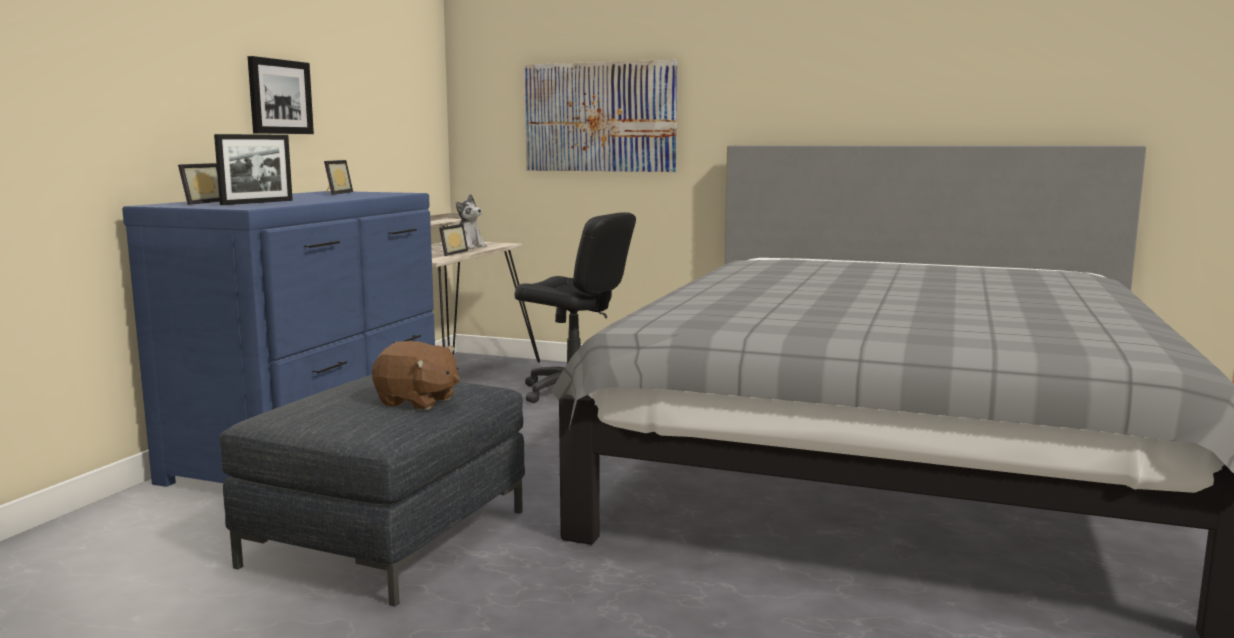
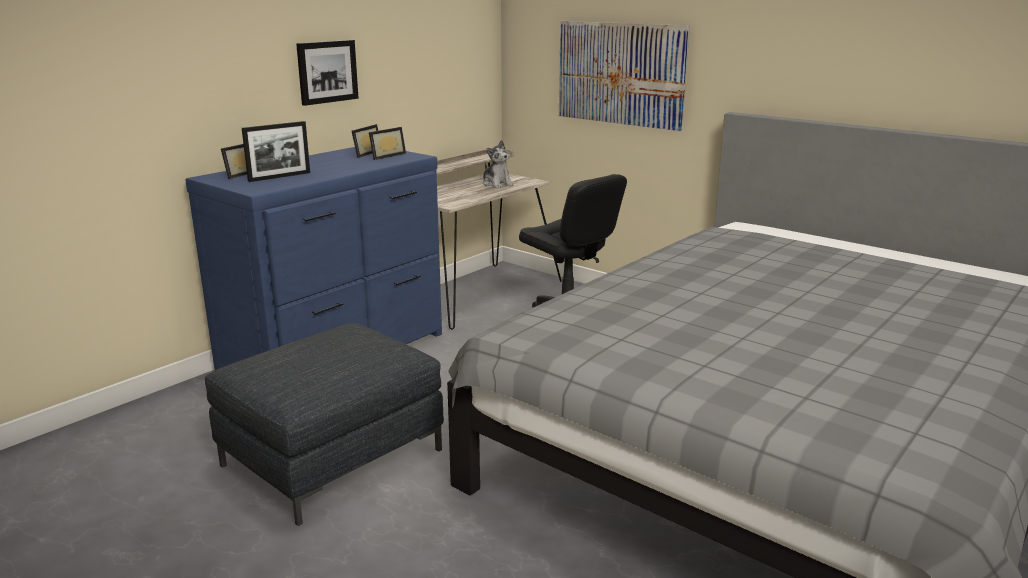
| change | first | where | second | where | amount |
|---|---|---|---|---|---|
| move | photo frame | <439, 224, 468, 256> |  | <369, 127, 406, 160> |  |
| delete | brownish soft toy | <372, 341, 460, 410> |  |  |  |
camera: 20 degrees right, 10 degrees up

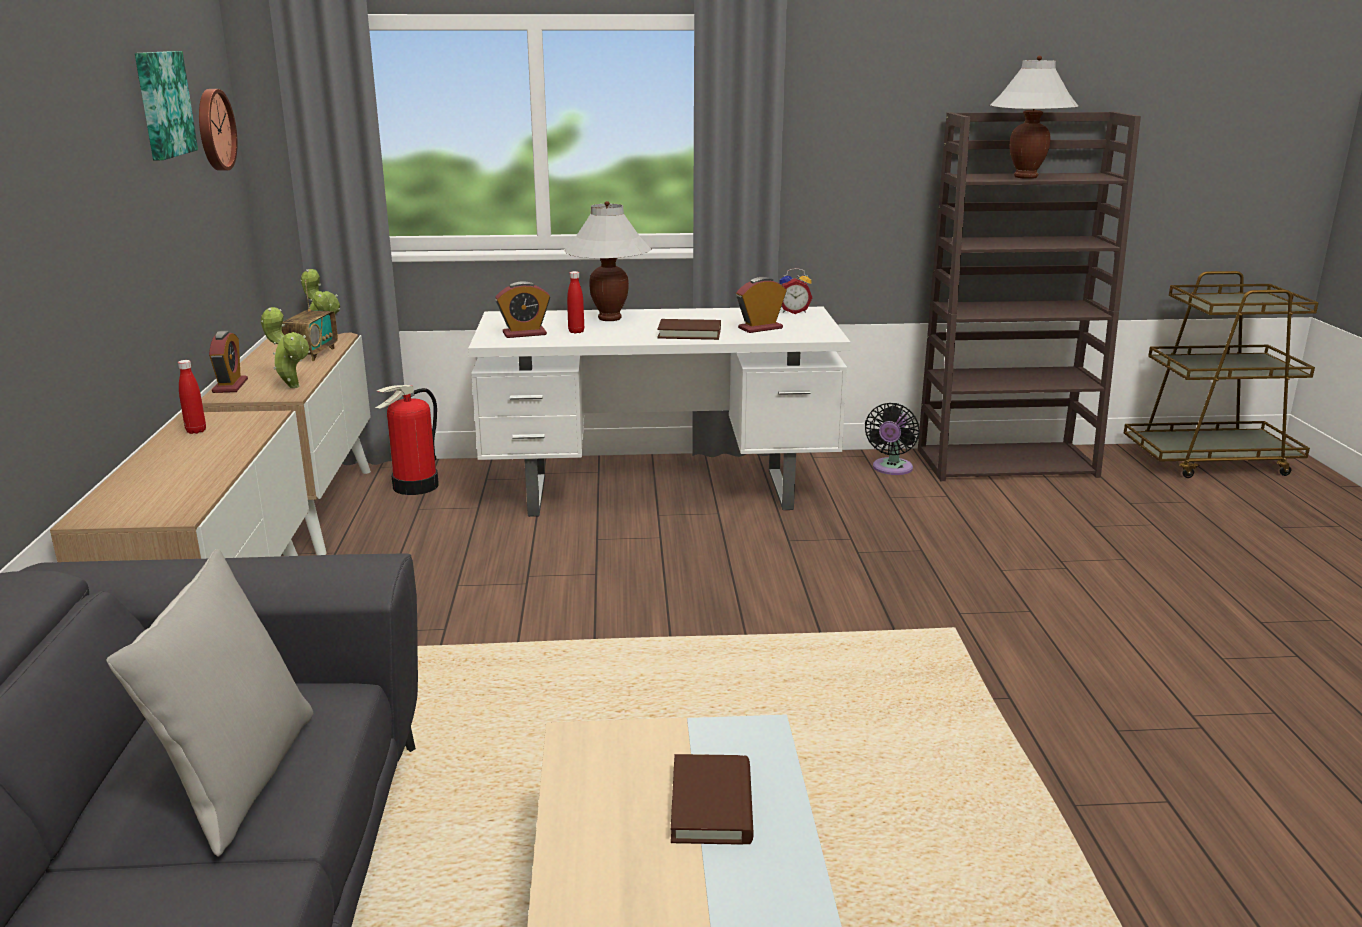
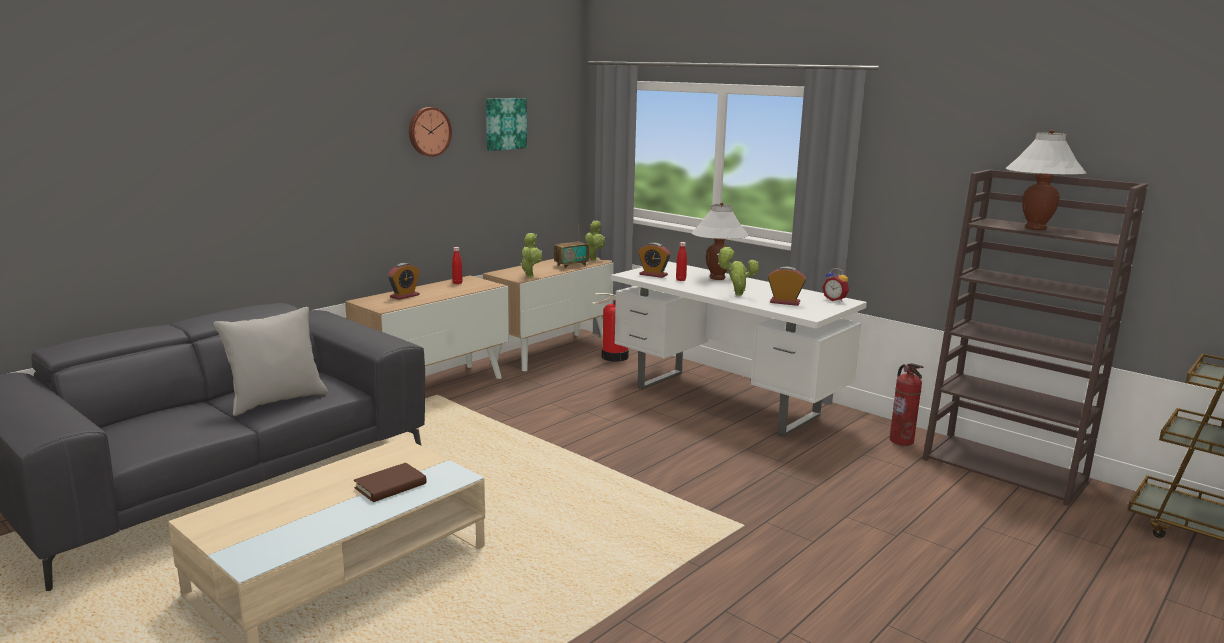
| change | first | where | second | where | amount |
|---|---|---|---|---|---|
| move | table clock | <209, 331, 248, 393> |  | <387, 263, 420, 300> |  |
| move | wall clock | <199, 89, 238, 171> |  | <409, 107, 452, 157> |  |
| replace | brownish book | <657, 319, 721, 340> | houseplant | <717, 247, 759, 296> |  |
| replace | black-coloured fan | <865, 403, 919, 475> | fire-fighting cylinder | <889, 363, 923, 446> |  |
camera: 45 degrees right, 5 degrees down

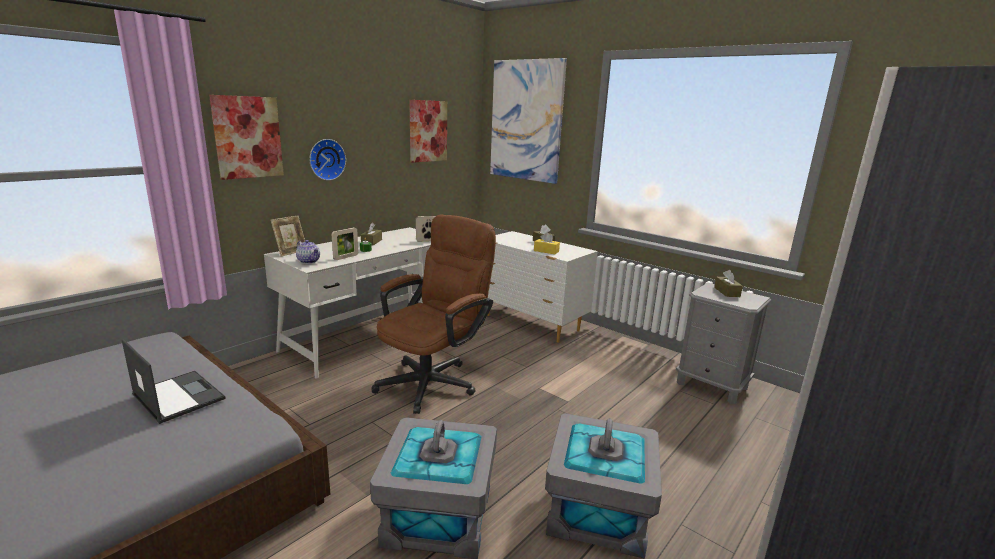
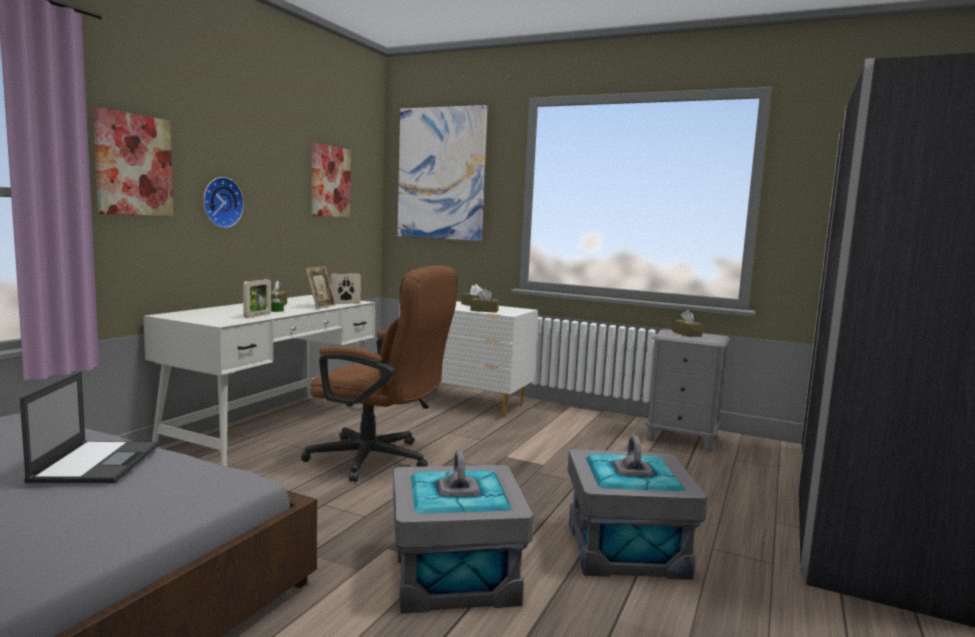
| change | first | where | second | where | amount |
|---|---|---|---|---|---|
| rotate | laptop | <122, 339, 226, 424> |  | <20, 371, 159, 483> | 60 degrees clockwise |
| rotate | brownish computer chair | <372, 215, 496, 414> |  | <301, 265, 457, 482> | 90 degrees clockwise |
| move | photo frame | <270, 216, 305, 257> |  | <305, 267, 336, 309> |  |
| recolor | yellowish box of tissues | <534, 232, 560, 254> | brownish box of tissues | <470, 289, 499, 313> |  |
| delete | teapot | <296, 240, 320, 264> |  |  |  |
camera: 15 degrees left, 10 degrees down

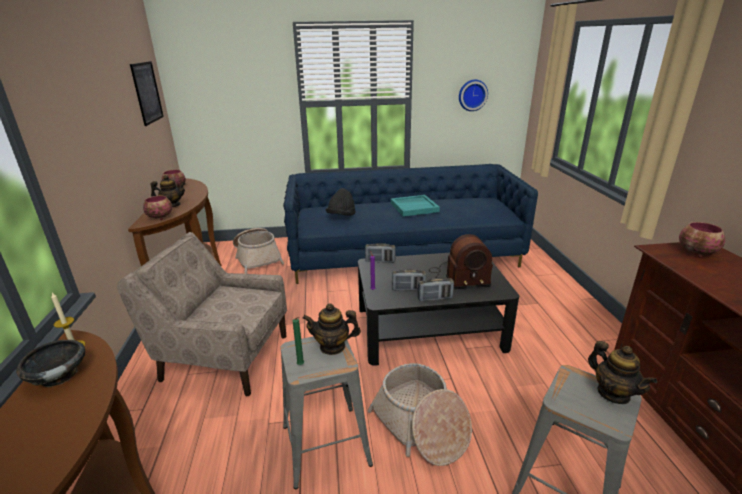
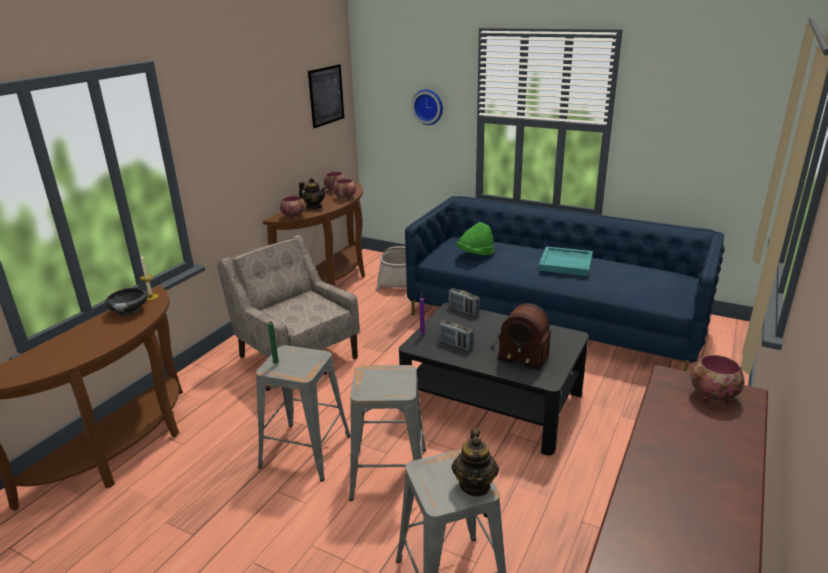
| change | first | where | second | where | amount |
|---|---|---|---|---|---|
| insert |  |  | bowl | <333, 179, 356, 200> |  |
| replace | basket | <368, 363, 472, 466> | gray stool | <349, 365, 426, 501> |  |
| move | wall clock | <459, 80, 488, 111> |  | <412, 89, 443, 125> |  |
| recolor | black-coloured clothing hat | <326, 188, 356, 216> | green-coloured clothing hat | <457, 222, 494, 255> |  |
| delete | teapot | <302, 303, 361, 355> |  |  |  |
| delete | radio | <418, 278, 454, 301> |  |  |  |
camera: 35 degrees right, 0 degrees up

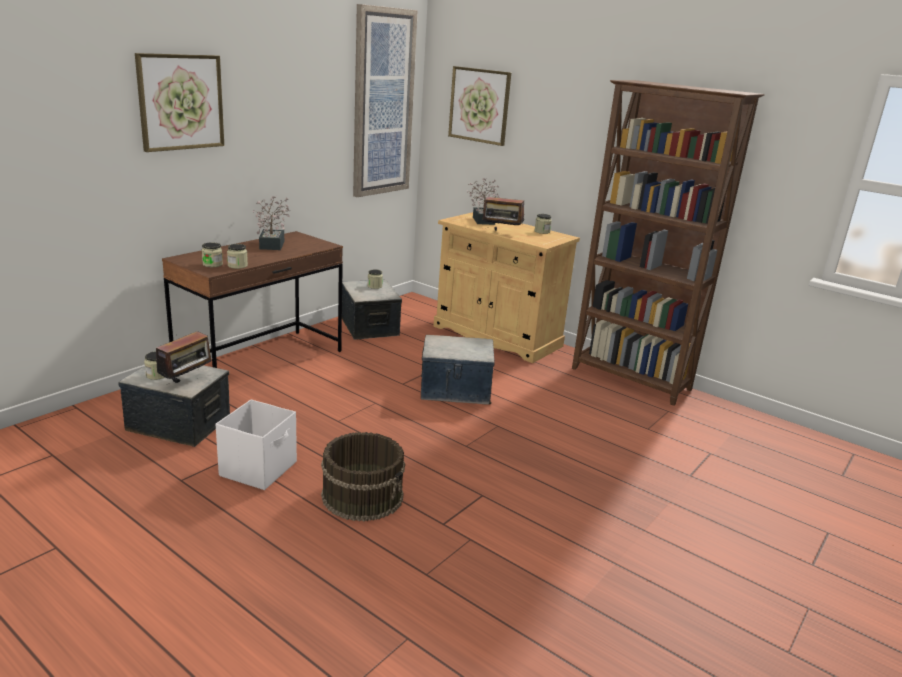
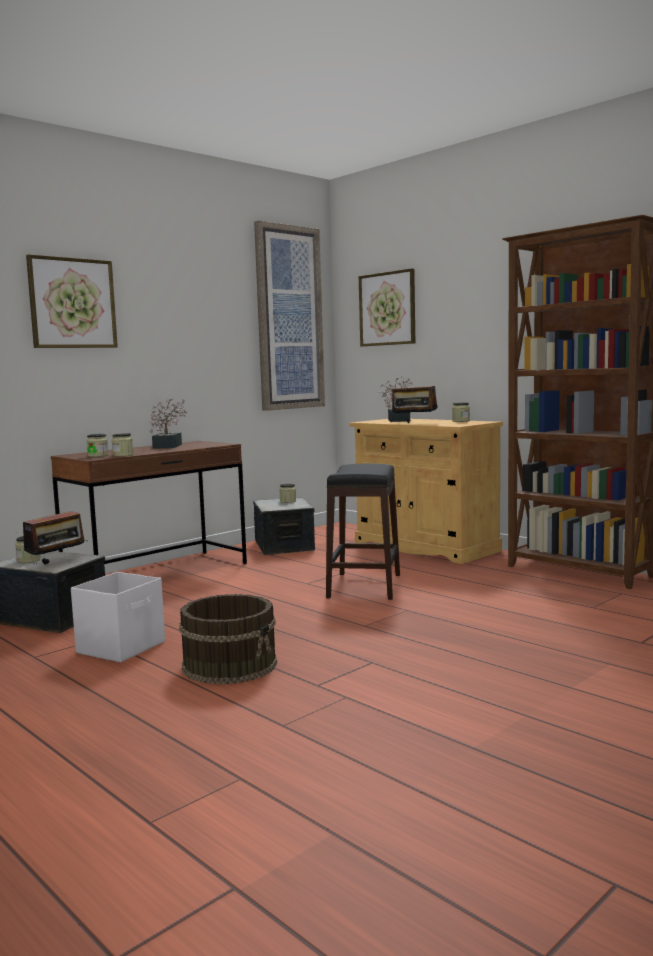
| change | first | where | second | where | amount |
|---|---|---|---|---|---|
| replace | storage bin | <421, 335, 494, 405> | black-coloured stool | <326, 464, 400, 600> |  |
camera: 10 degrees right, 15 degrees down

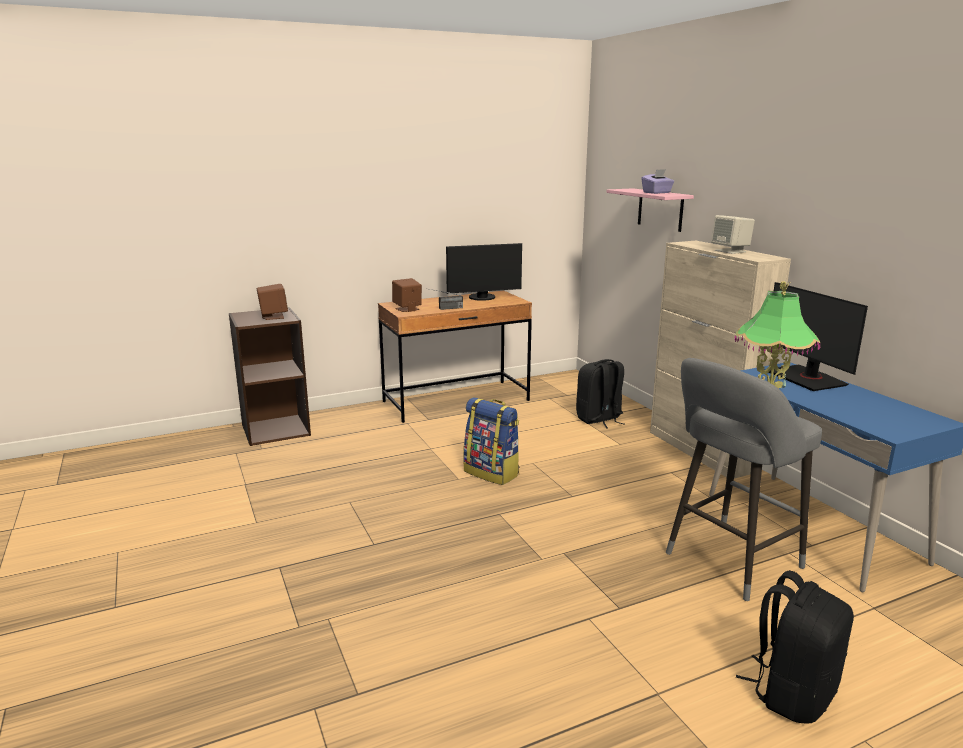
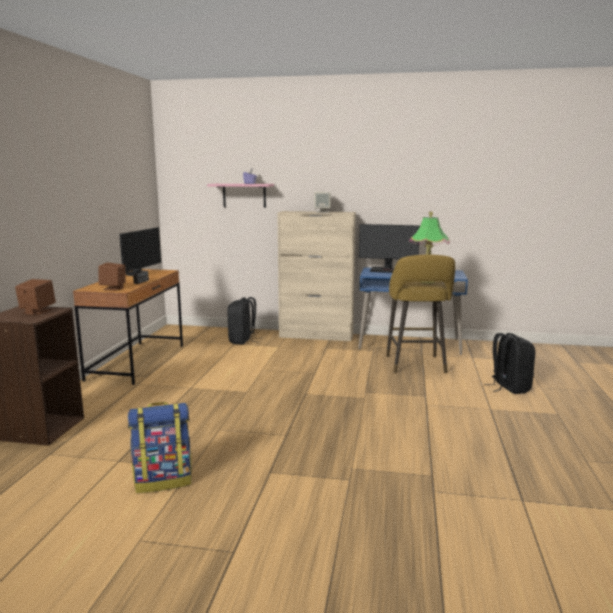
| change | first | where | second | where | amount |
|---|---|---|---|---|---|
| move | backpack | <463, 397, 519, 485> |  | <128, 402, 192, 493> |  |
| recolor | gray stool | <666, 358, 822, 601> | yellowish stool | <386, 254, 455, 373> |  |
camera: 55 degrees left, 5 degrees down

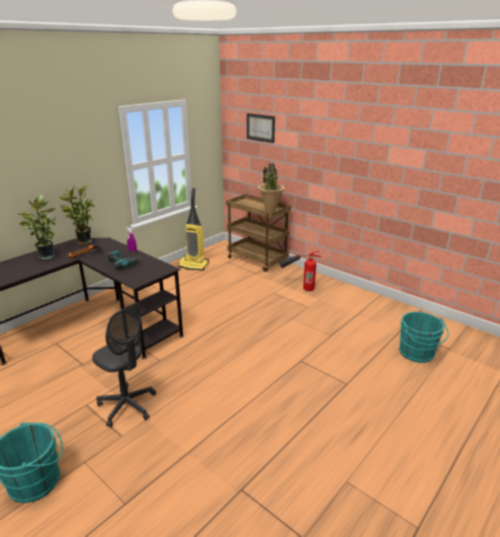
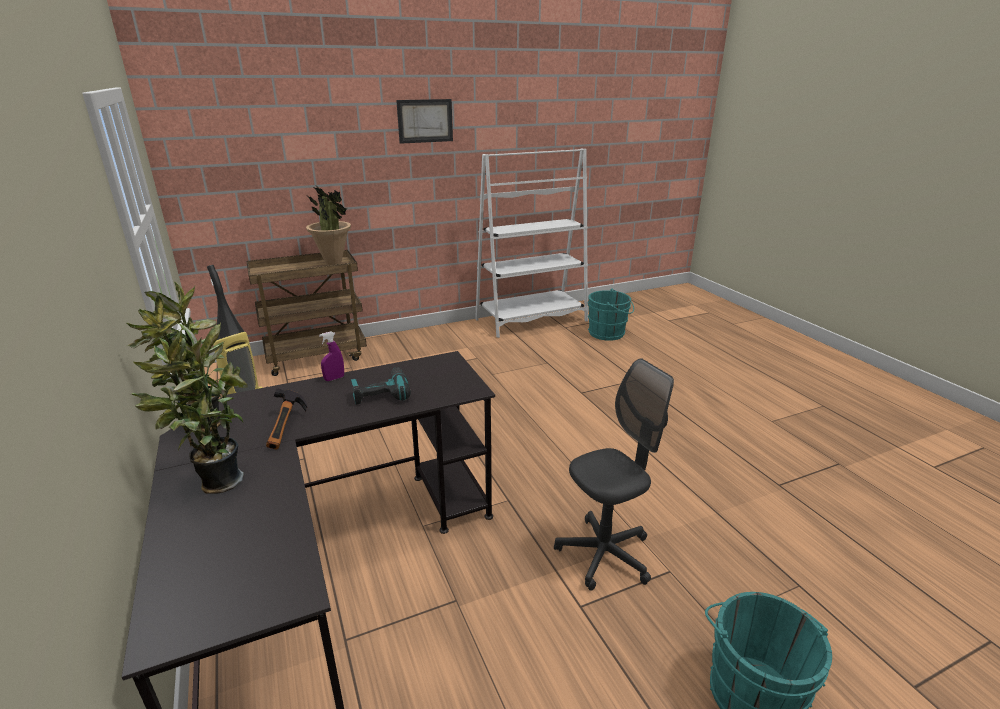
| change | first | where | second | where | amount |
|---|---|---|---|---|---|
| move | wall picture | <247, 113, 275, 143> |  | <396, 99, 453, 144> |  |
| insert |  |  | whitish shelving unit | <475, 149, 588, 338> |  |
| delete | fire-fighting cylinder | <279, 251, 321, 291> |  |  |  |
camera: 65 degrees left, 0 degrees up

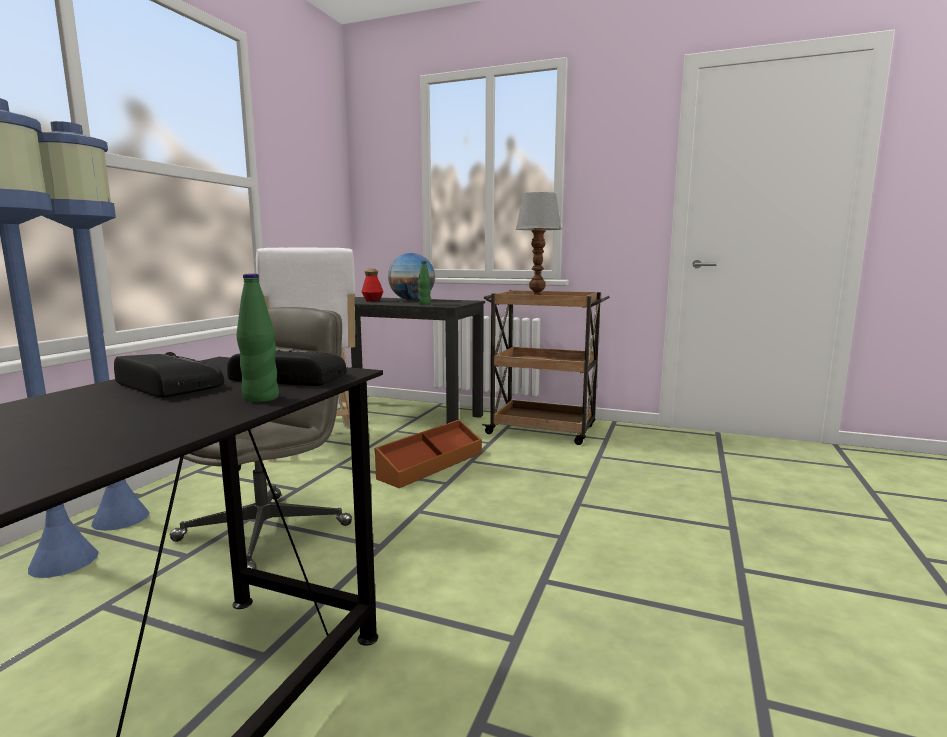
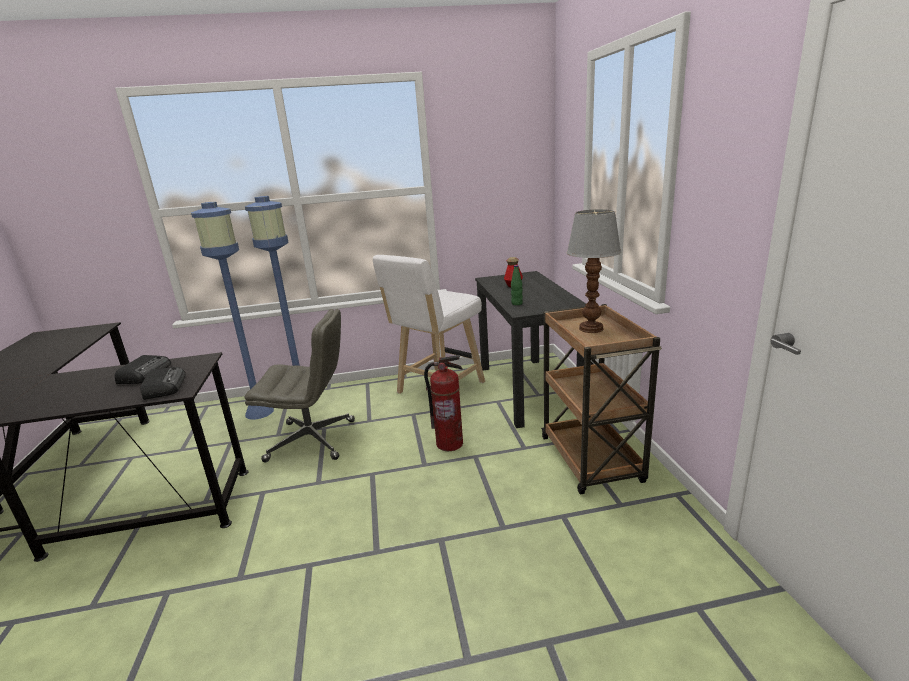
| change | first | where | second | where | amount |
|---|---|---|---|---|---|
| replace | brownish storage bin | <375, 420, 482, 488> | fire-fighting cylinder | <424, 355, 463, 451> |  |
| delete | green-coloured drink bottle | <237, 274, 279, 402> |  |  |  |
| delete | globe | <388, 253, 435, 300> |  |  |  |
camera: 60 degrees right, 10 degrees up

